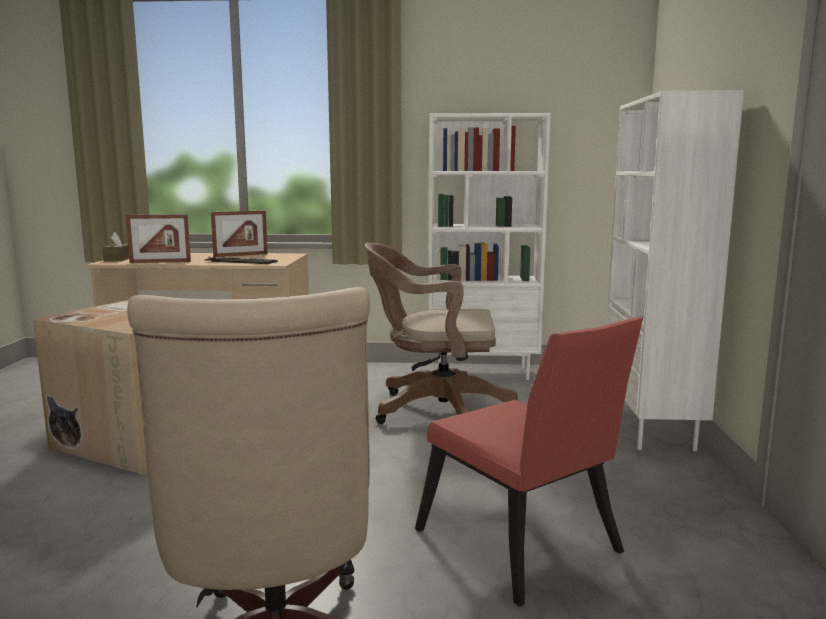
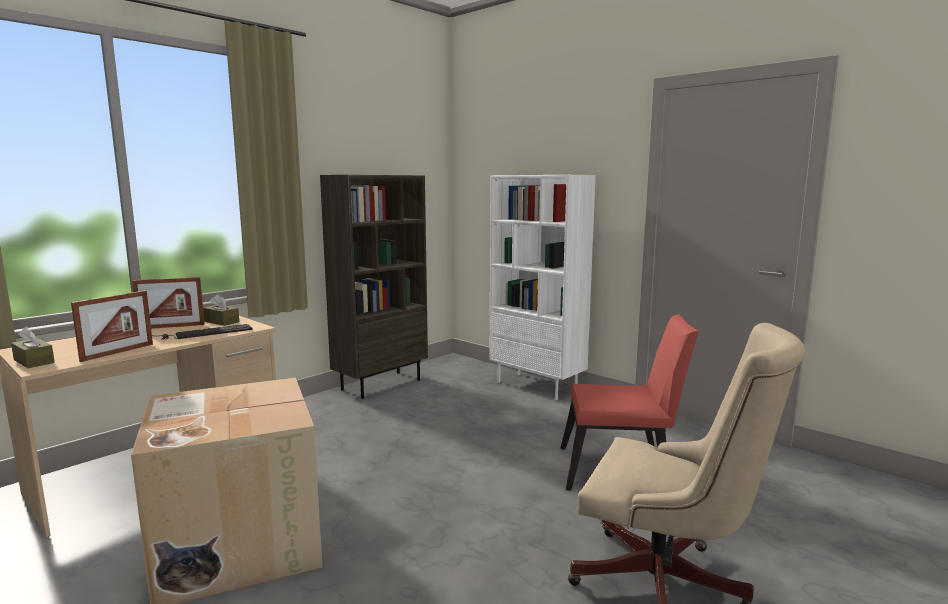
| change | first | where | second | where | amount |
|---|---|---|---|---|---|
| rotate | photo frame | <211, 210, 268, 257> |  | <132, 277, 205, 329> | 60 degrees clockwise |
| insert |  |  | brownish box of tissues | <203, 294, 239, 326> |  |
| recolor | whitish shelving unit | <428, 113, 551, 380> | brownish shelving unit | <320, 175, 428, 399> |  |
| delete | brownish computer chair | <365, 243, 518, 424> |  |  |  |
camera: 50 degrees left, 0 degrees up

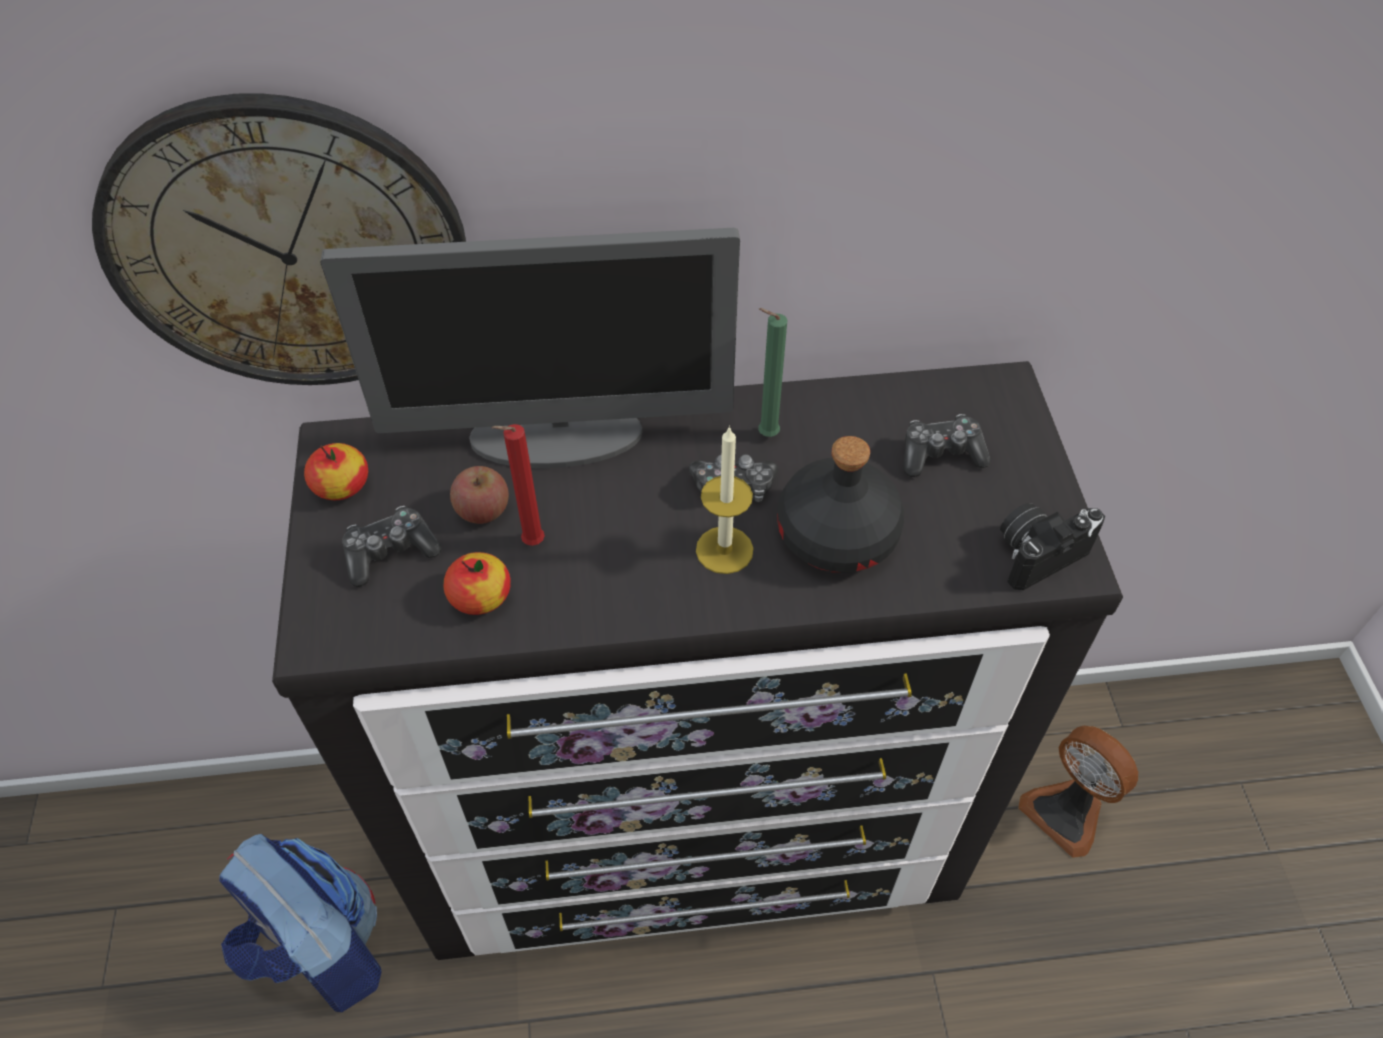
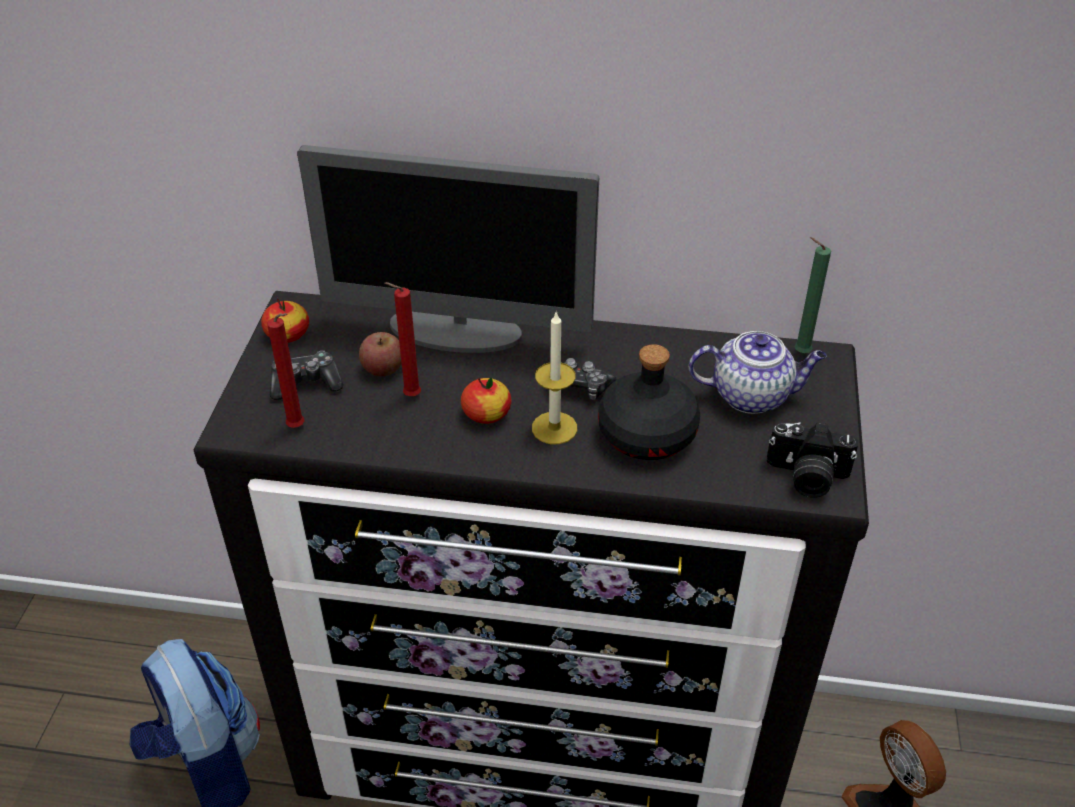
| change | first | where | second | where | amount |
|---|---|---|---|---|---|
| insert |  |  | red-coloured candle | <267, 313, 304, 428> |  |
| move | apple | <443, 552, 511, 615> |  | <461, 378, 511, 424> |  |
| replace | gamepad | <903, 414, 991, 477> | teapot | <689, 331, 826, 414> |  |
| rotate | photo camera | <1000, 503, 1105, 590> |  | <767, 422, 858, 498> | 150 degrees counterclockwise |
| move | green-coloured candle | <758, 308, 787, 437> |  | <795, 237, 831, 353> |  |
| delete | wall clock | <92, 93, 466, 385> |  |  |  |
camera: 15 degrees right, 10 degrees down

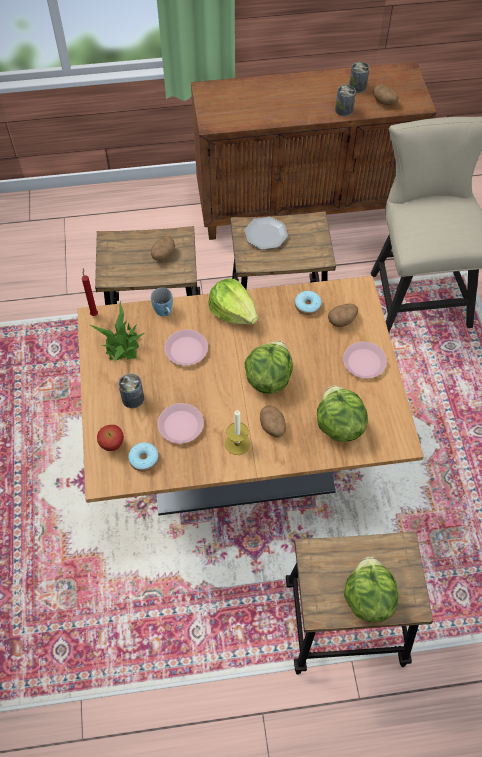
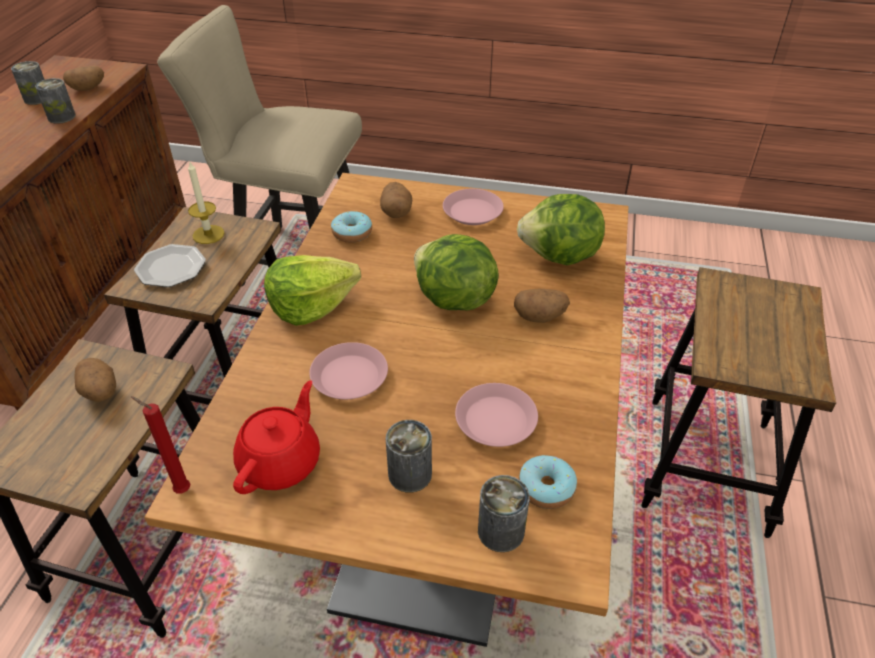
| change | first | where | second | where | amount |
|---|---|---|---|---|---|
| move | candle | <225, 410, 250, 455> |  | <188, 162, 225, 244> |  |
| replace | houseplant | <90, 300, 144, 362> | red-coloured teapot | <233, 380, 320, 494> |  |
| replace | apple | <97, 425, 124, 451> | metal can | <478, 475, 530, 552> |  |
| delete | bluish mug | <151, 287, 173, 316> |  |  |  |
| delete | head of lettuce | <344, 557, 399, 622> |  |  |  |
camera: 70 degrees left, 15 degrees down

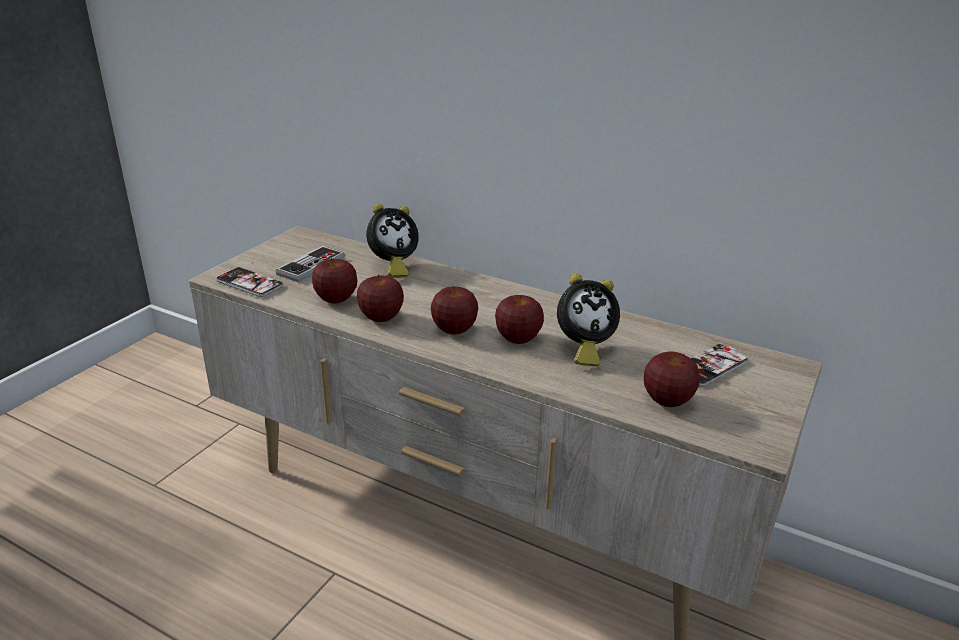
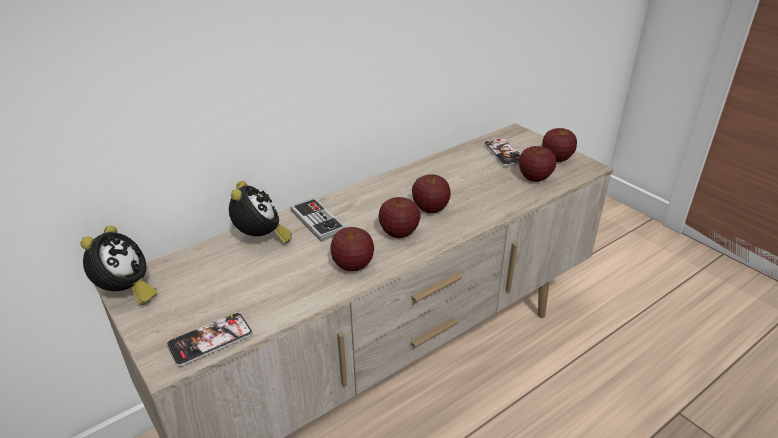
| change | first | where | second | where | amount |
|---|---|---|---|---|---|
| move | table clock | <557, 273, 620, 366> |  | <81, 226, 158, 305> |  |
| move | gamepad | <276, 246, 345, 282> |  | <290, 198, 345, 242> |  |
| move | apple | <312, 258, 357, 303> |  | <542, 128, 577, 162> |  |
camera: 65 degrees left, 5 degrees up

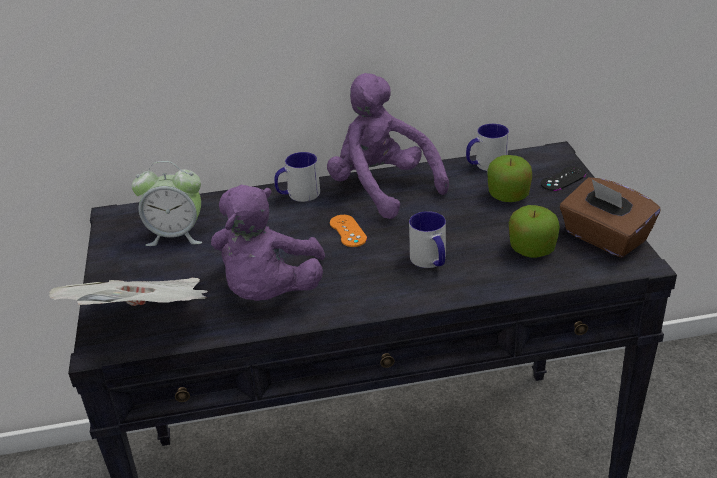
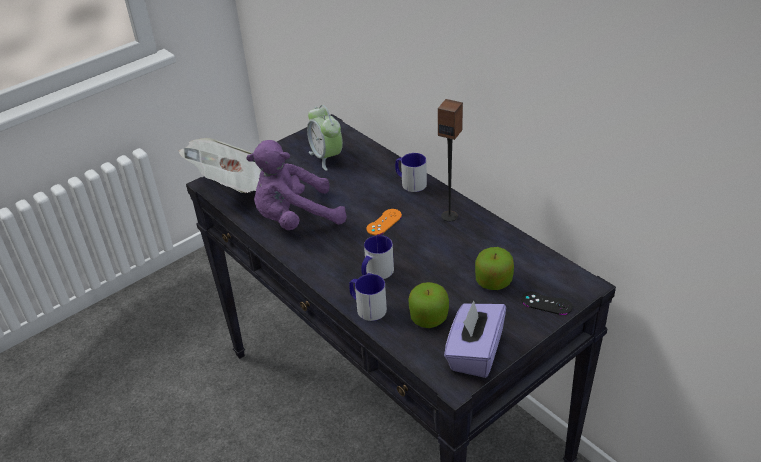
| change | first | where | second | where | amount |
|---|---|---|---|---|---|
| move | mug | <466, 124, 509, 171> |  | <349, 274, 387, 321> |  |
| replace | purple-coloured soft toy | <327, 73, 449, 219> | audio speaker | <438, 99, 463, 222> |  |
| recolor | brownish box of tissues | <560, 177, 660, 258> | purple-coloured box of tissues | <444, 300, 506, 378> |  |
camera: 60 degrees right, 5 degrees up

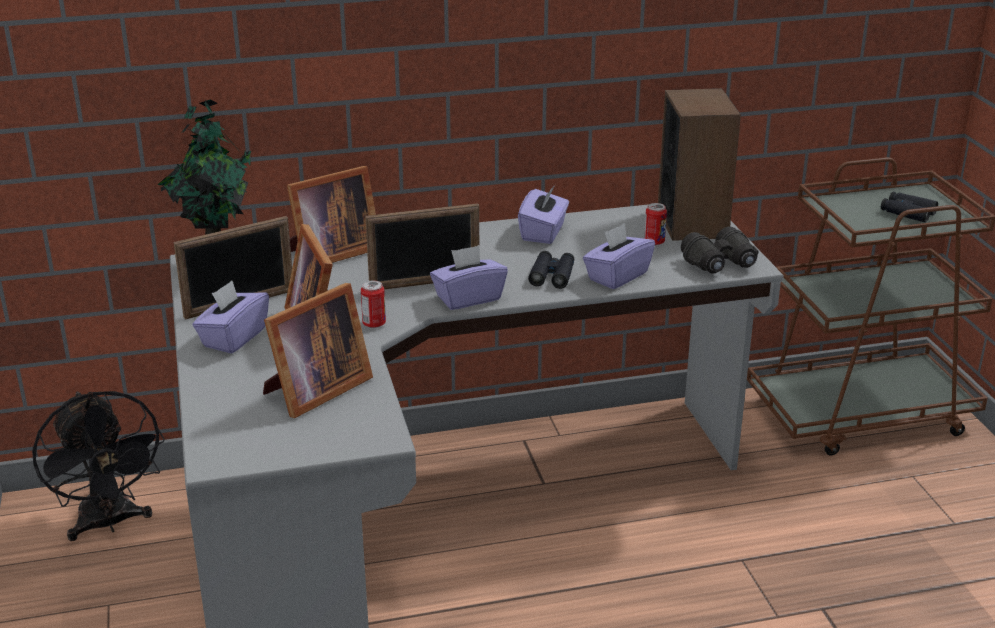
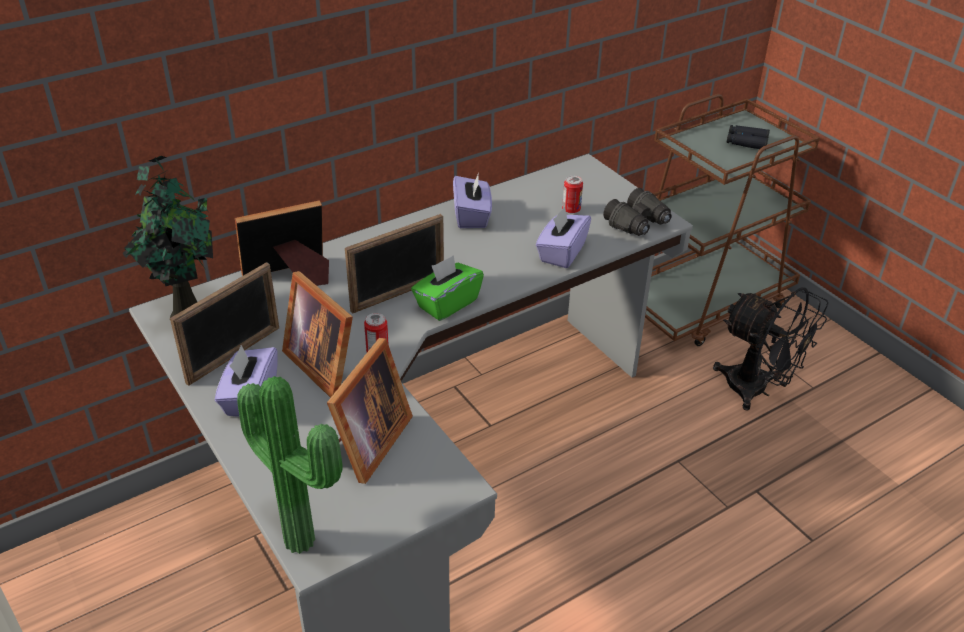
| change | first | where | second | where | amount |
|---|---|---|---|---|---|
| rotate | photo frame | <287, 166, 376, 263> |  | <235, 200, 329, 286> | 150 degrees counterclockwise |
| insert |  |  | houseplant | <237, 376, 343, 554> |  |
| recolor | purple-coloured box of tissues | <430, 245, 508, 310> | green-coloured box of tissues | <411, 255, 484, 321> |  |
| move | black-coloured fan | <32, 391, 165, 541> |  | <713, 287, 829, 411> |  |
| delete | black-coloured binoculars | <528, 251, 574, 289> |  |  |  |
| delete | audio speaker | <658, 88, 741, 241> |  |  |  |
camera: 20 degrees left, 10 degrees up

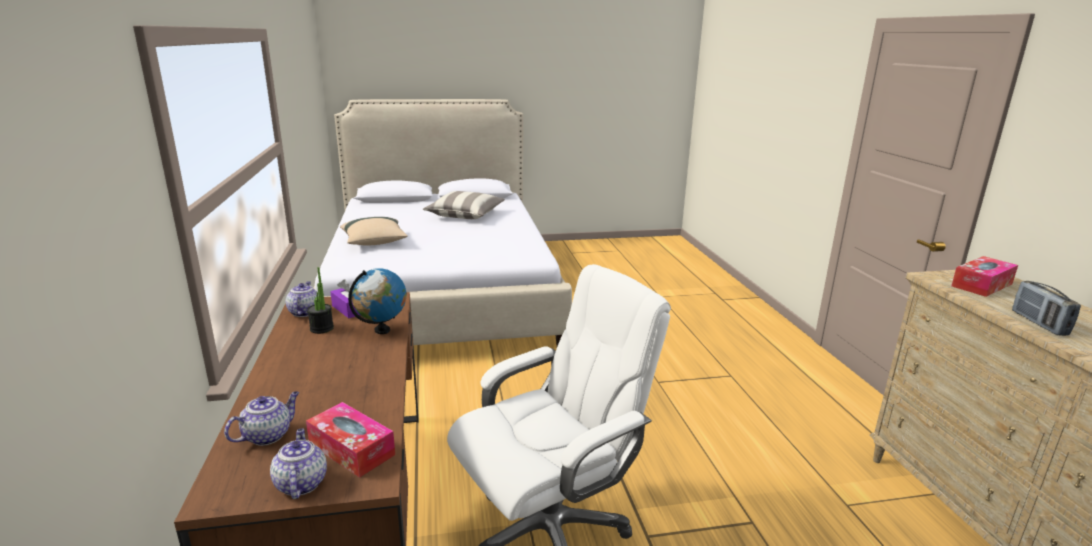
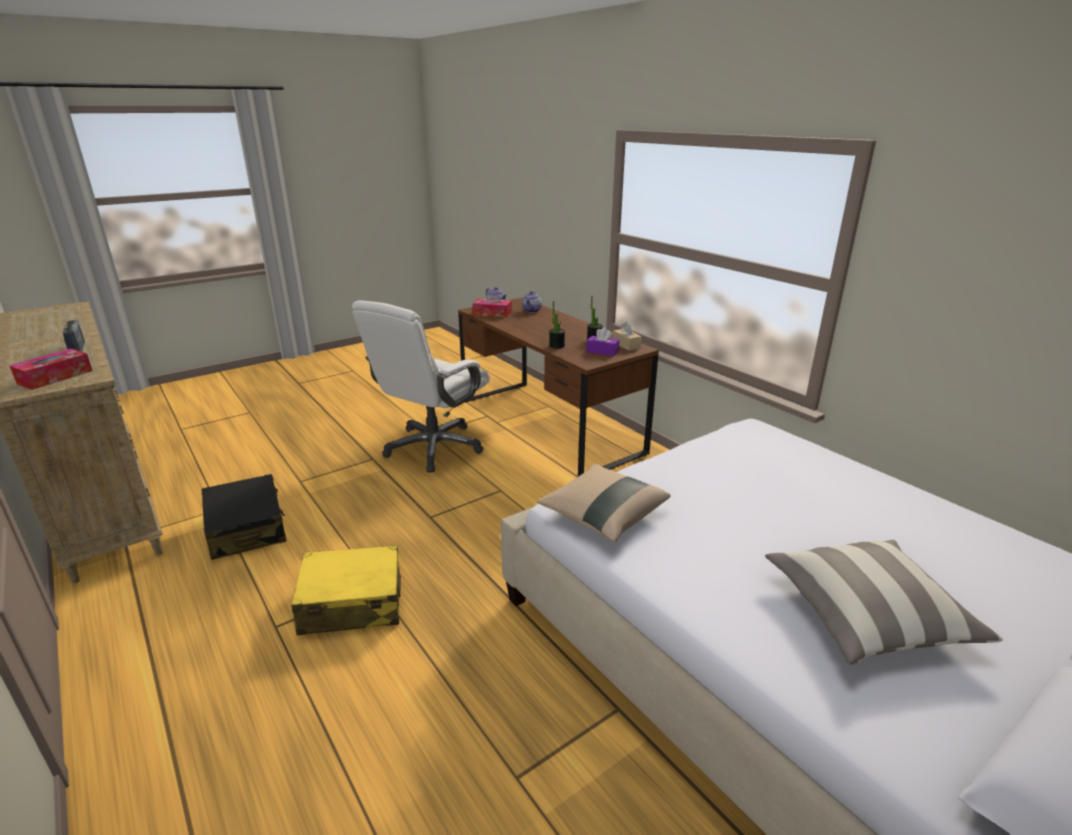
| change | first | where | second | where | amount |
|---|---|---|---|---|---|
| insert |  |  | black-coloured piece of luggage | <201, 474, 286, 560> |  |
| insert |  |  | yellowish piece of luggage | <292, 545, 401, 635> |  |
| move | beige-coloured throw pillow | <340, 217, 408, 246> |  | <536, 464, 671, 542> |  |
| replace | globe | <348, 268, 406, 334> | houseplant | <549, 301, 565, 349> |  |
| replace | teapot | <286, 282, 319, 317> | beige-coloured box of tissues | <613, 322, 642, 351> |  |
camera: 155 degrees right, 5 degrees up

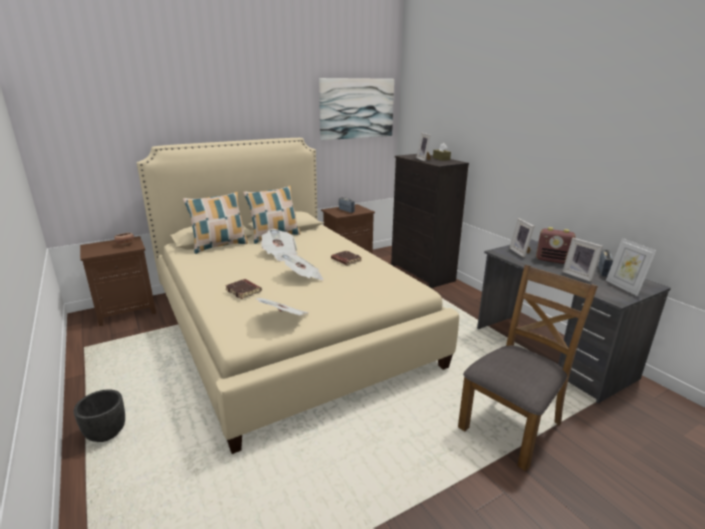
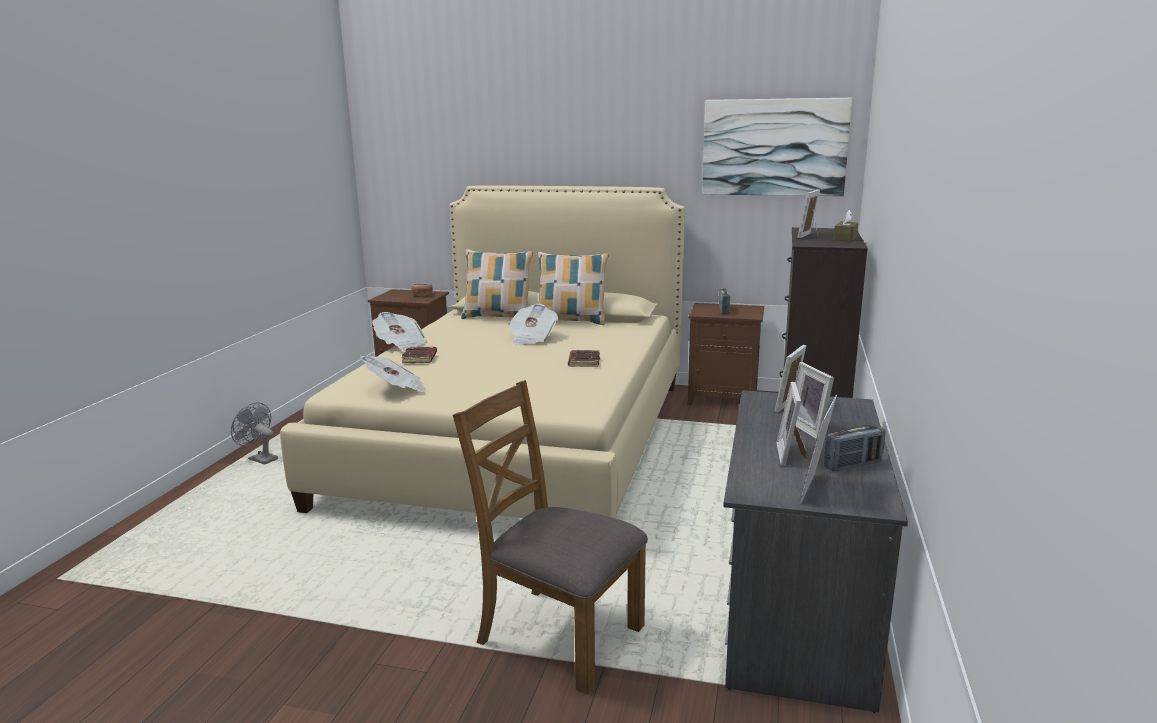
| change | first | where | second | where | amount |
|---|---|---|---|---|---|
| replace | black-coloured plant pot | <74, 389, 125, 442> | gray fan | <231, 403, 278, 465> |  |
| move | printed paper | <280, 254, 324, 280> |  | <372, 312, 427, 351> |  |
| rotate | brownish upright chair | <458, 265, 598, 471> |  | <453, 380, 648, 695> | 150 degrees counterclockwise |
| replace | radio | <536, 227, 576, 264> | photo frame | <795, 362, 834, 439> |  |
camera: 45 degrees right, 5 degrees down

